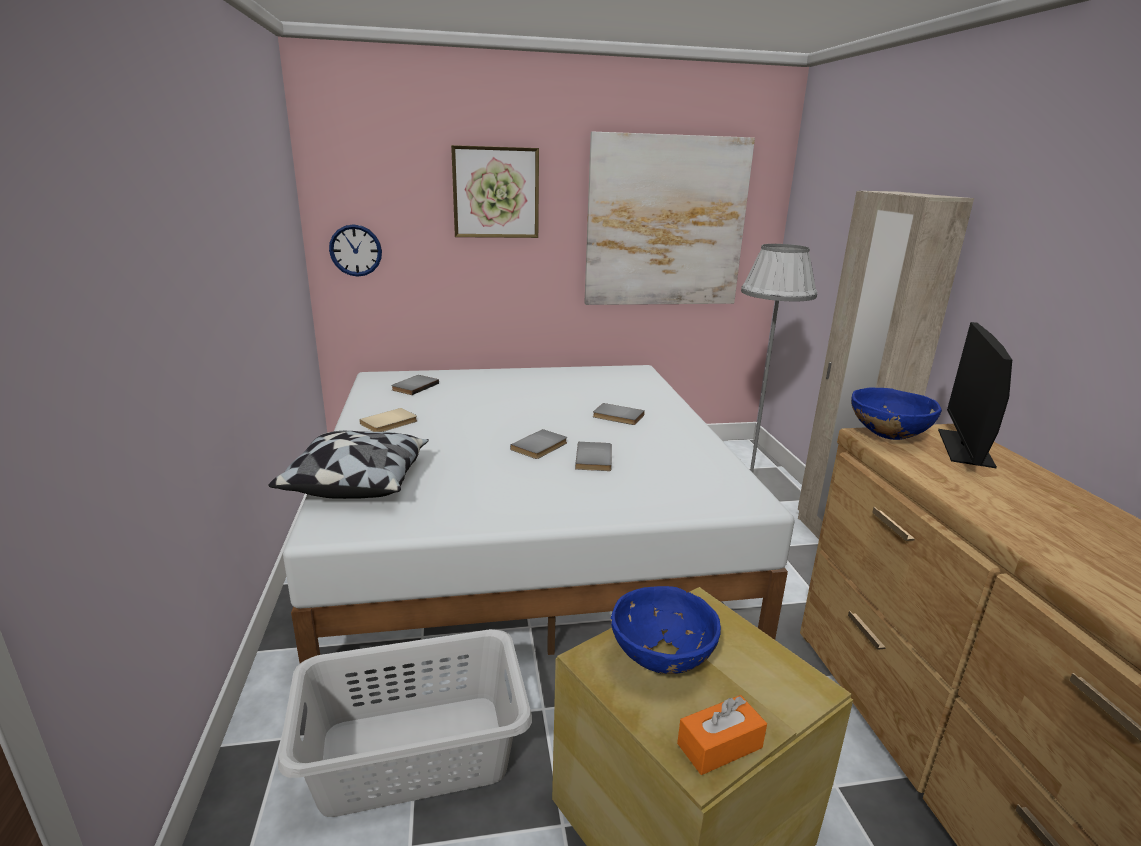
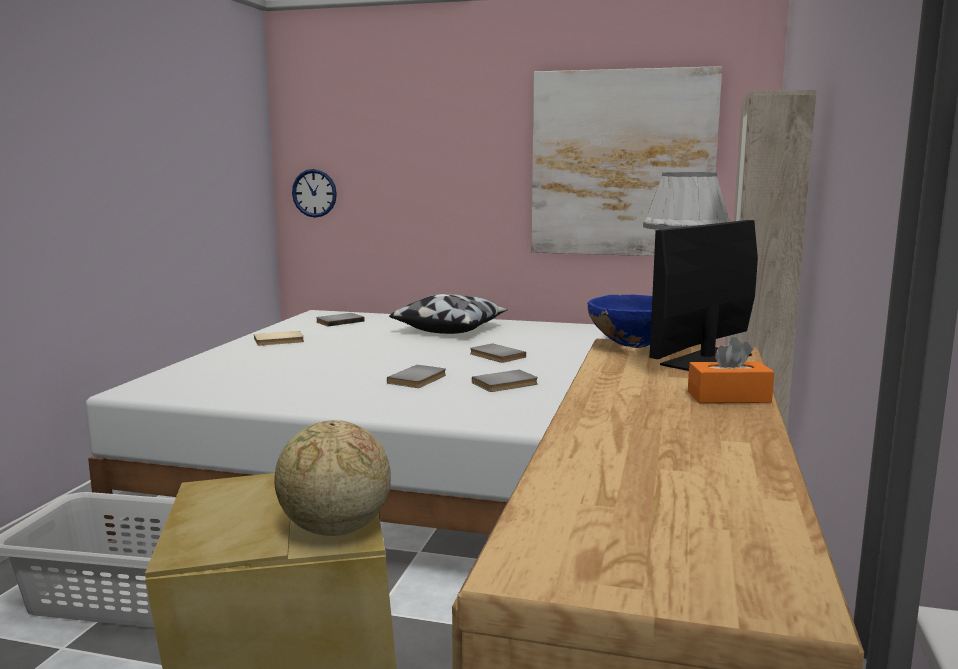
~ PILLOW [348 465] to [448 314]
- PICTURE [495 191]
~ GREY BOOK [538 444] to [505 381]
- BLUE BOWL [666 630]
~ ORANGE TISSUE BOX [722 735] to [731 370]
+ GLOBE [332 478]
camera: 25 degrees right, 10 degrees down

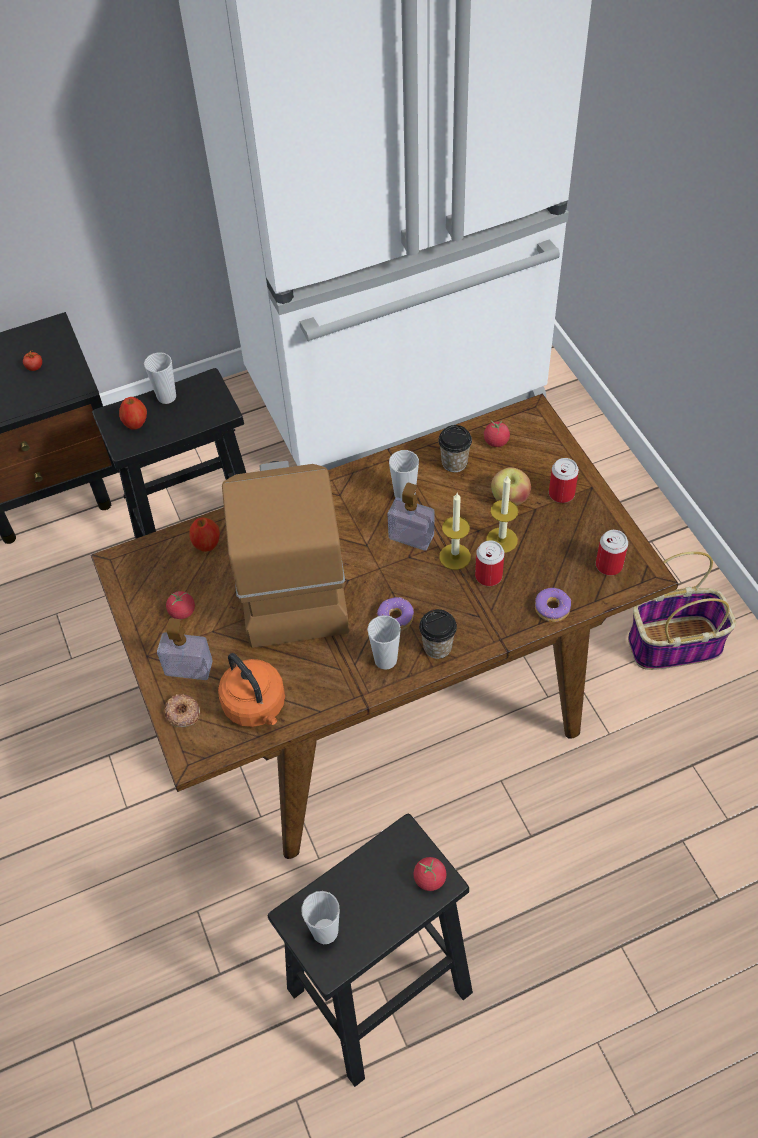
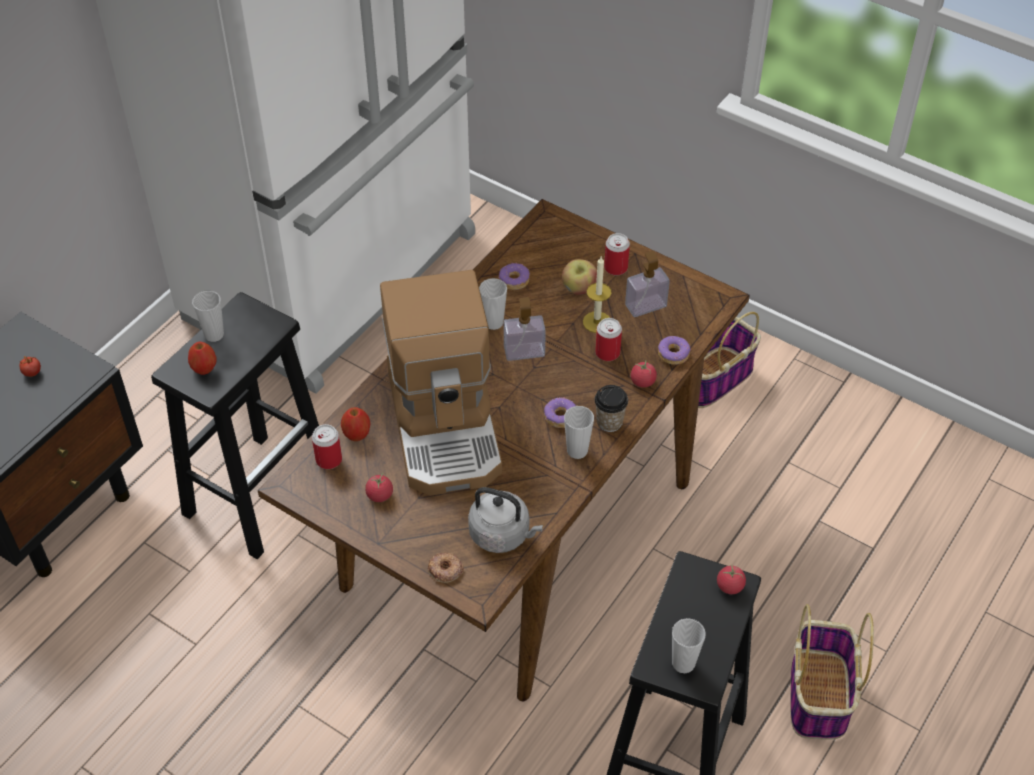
~ SOAP DISPENSER [185 649] to [647 284]
~ ORANGE KETTLE [251 690] to GREY KETTLE [505 520]
~ COFFEE MACHINE [285 554] = [441 383] 150 degrees counterclockwise
~ CUP [455 448] to DONUT [514 276]
- CANDLE [455 531]
~ TOMATO [497 433] to [644 373]
~ CAN [612 553] to [327 446]
+ BASKET [832 672]
camera: 35 degrees left, 5 degrees down

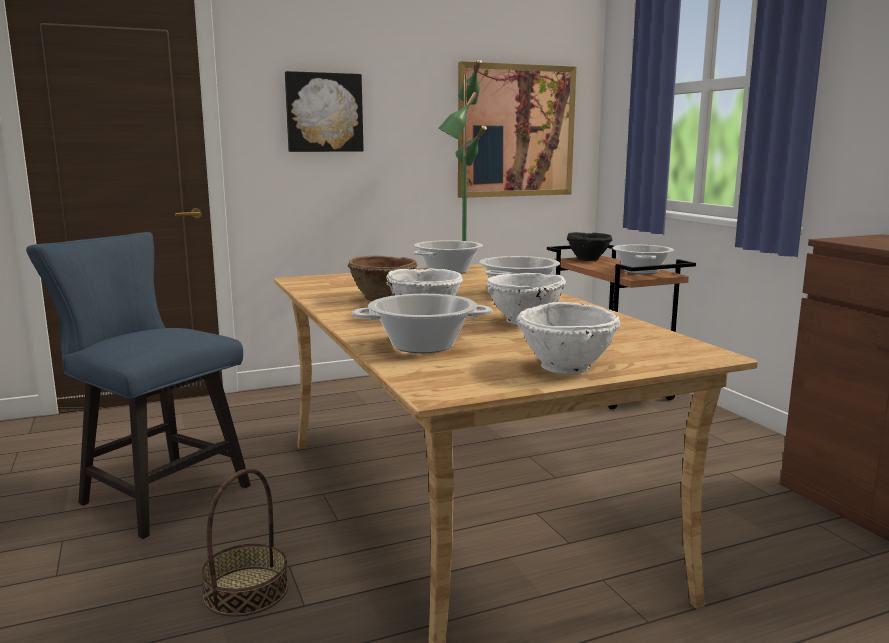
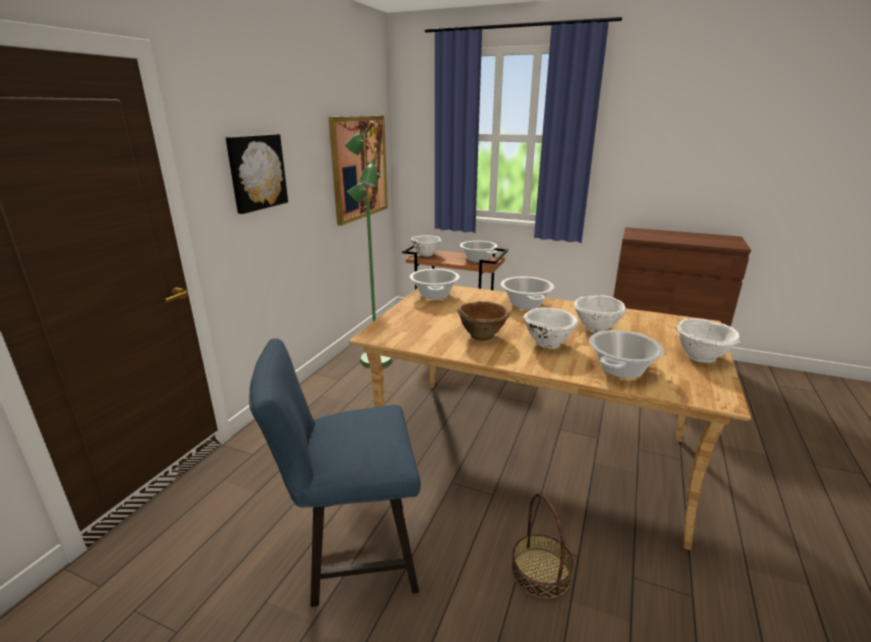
~ BLACK BOWL [589 246] to WHITE BOWL [426 245]
camera: 45 degrees left, 10 degrees up

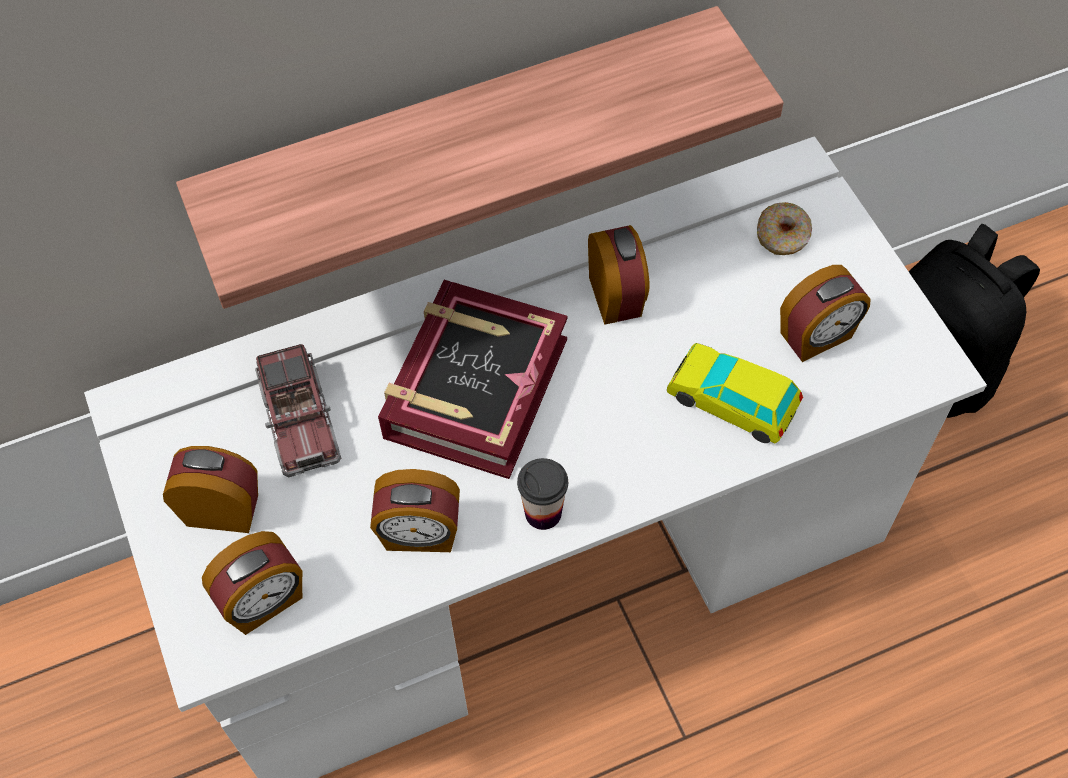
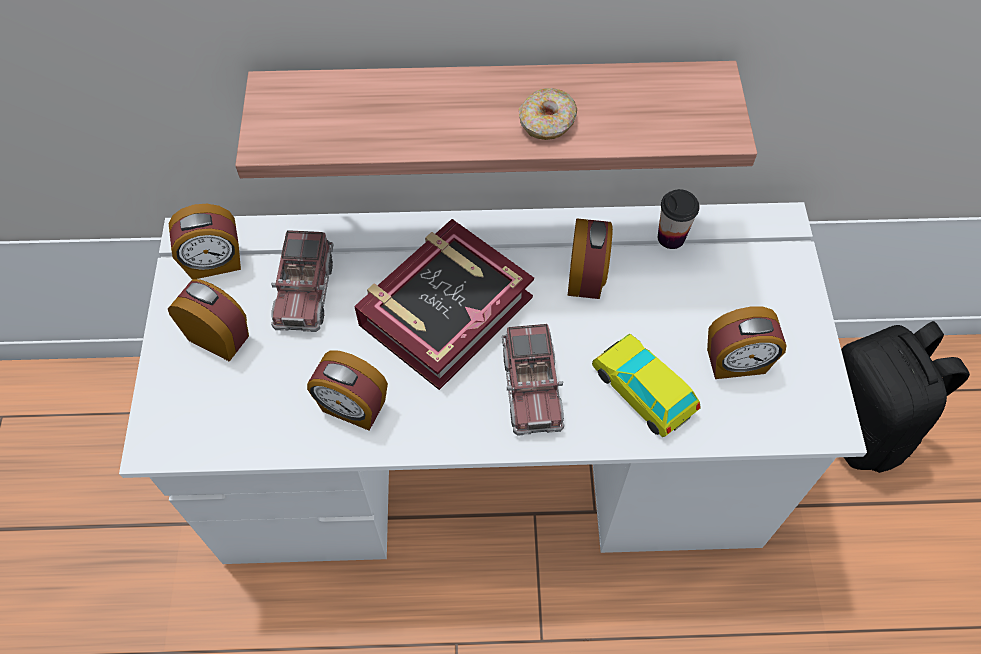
~ ALARM CLOCK [252 583] to [205 241]
~ CUP [542 494] to [679 219]
~ DONUT [784 228] to [548 114]
+ TOY TRUCK [533 380]
camera: 20 degrees right, 0 degrees up

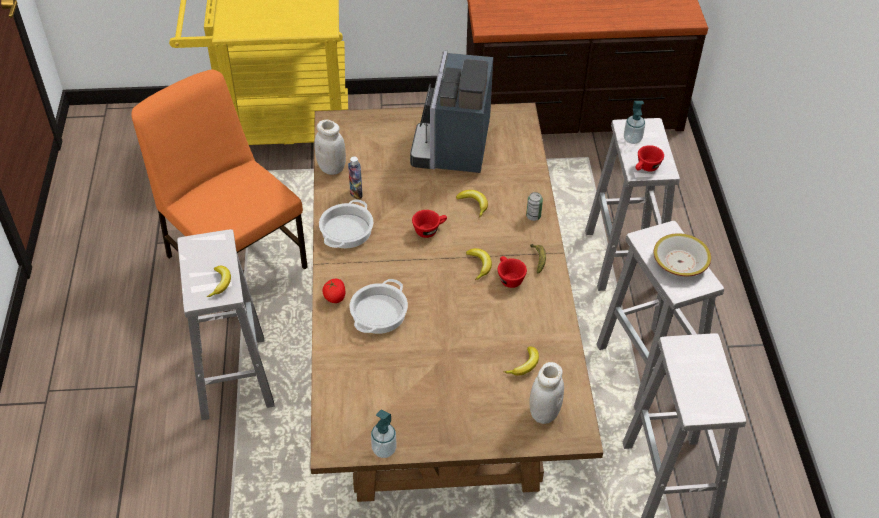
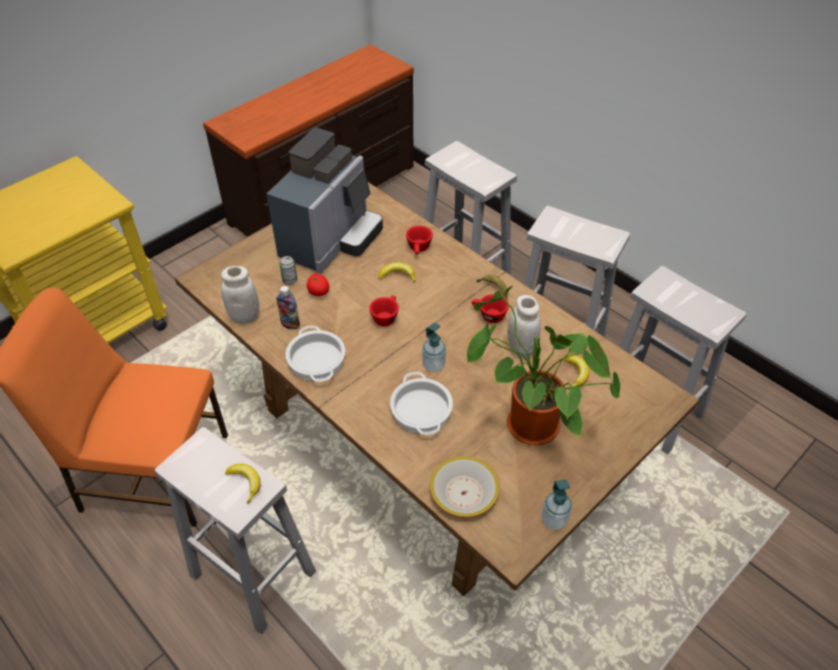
~ TOMATO [333 291] to [318 284]
~ COFFEE MACHINE [451 111] = [325 200] 120 degrees counterclockwise
- BANANA [479 264]
~ CAN [534 206] to [288 270]
~ WHITE JAR [546 393] to [524 326]
~ SOAP DISPENSER [634 122] to [434 347]
~ RED CUP [650 158] to [419 239]
~ BOWL [682 254] to [464 487]
+ POTTED PLANT [543 365]
camera: 40 degrees left, 0 degrees up

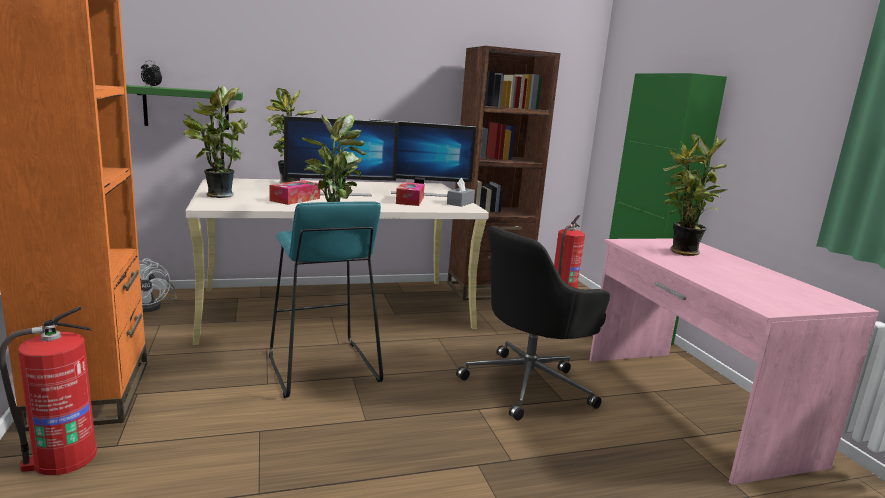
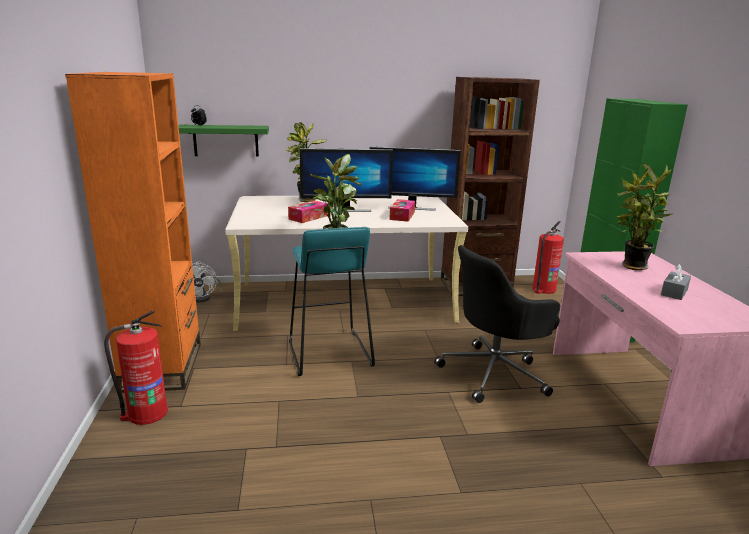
- POTTED PLANT [215 141]
~ GREY TISSUE BOX [461 192] to [676 282]
camera: 10 degrees right, 5 degrees up

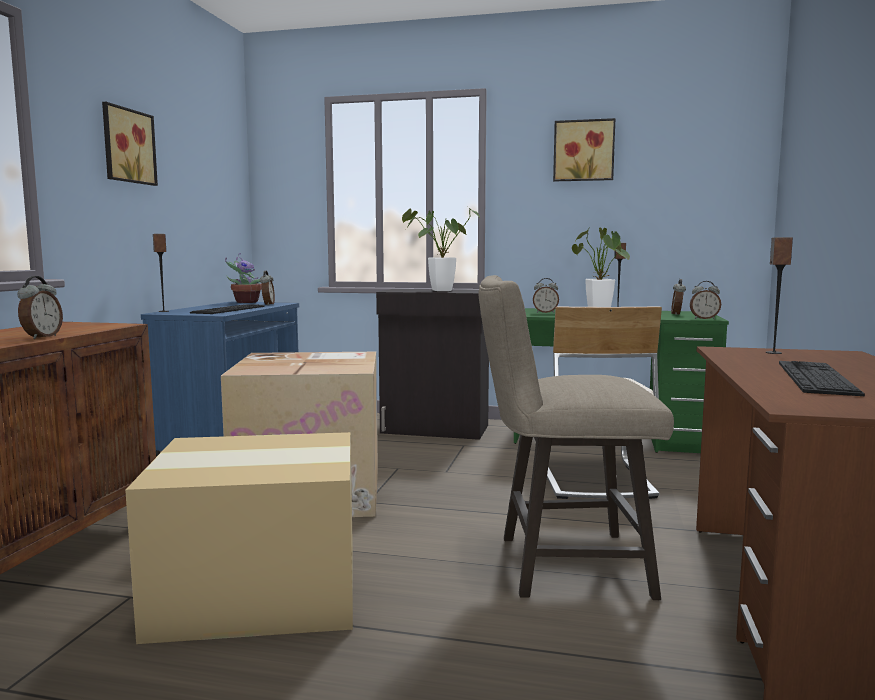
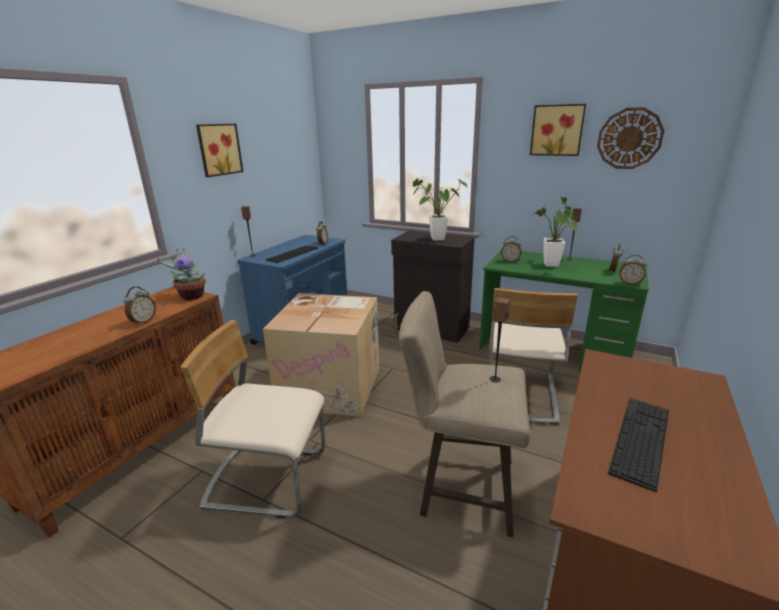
~ CARDBOARD BOX [239 538] to BEIGE CHAIR [253 419]
~ POTTED PLANT [243 278] to [181 273]
~ SPEAKER [779 295] to [499 340]
+ WALL CLOCK [631 138]
camera: 15 degrees right, 15 degrees up

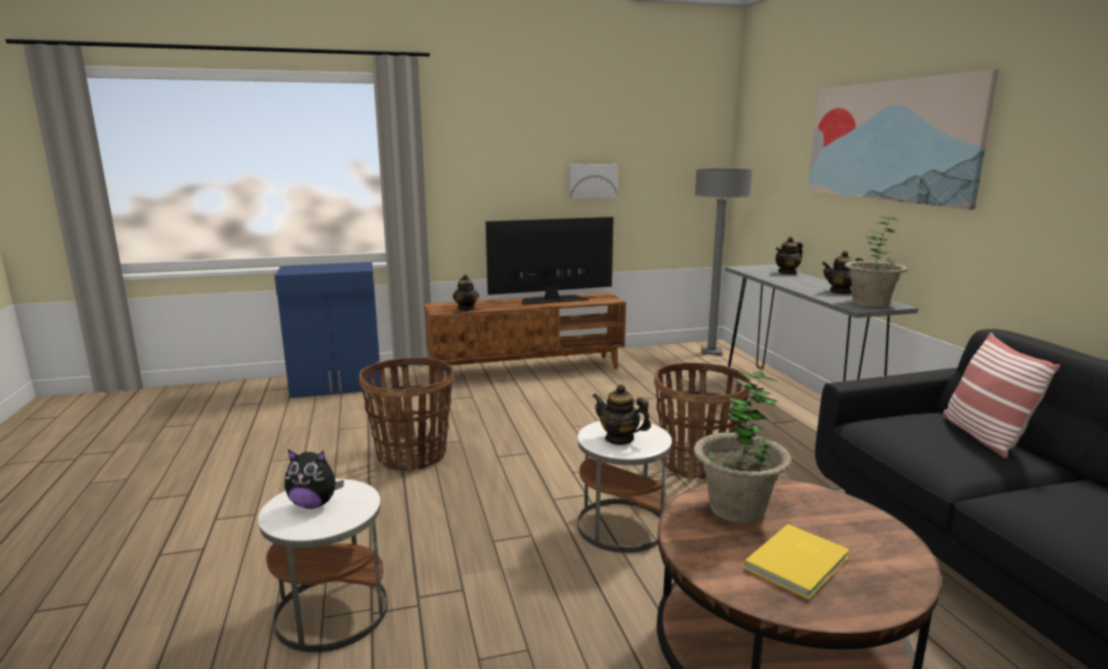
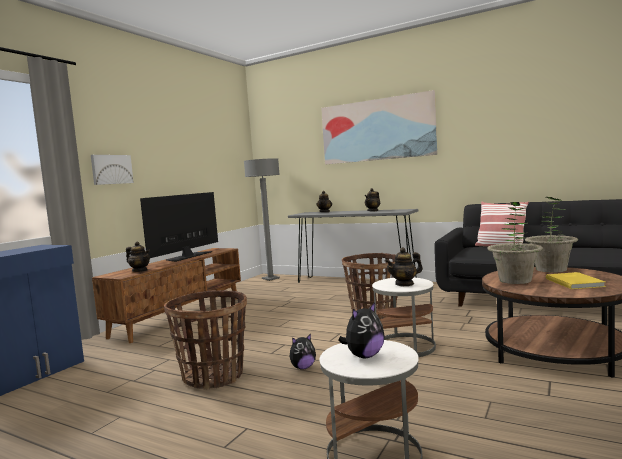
~ PICTURE [593 181] to [112 170]
~ POTTED PLANT [876 260] to [551 235]
+ PLUSH TOY [303 352]
camera: 45 degrees left, 10 degrees down

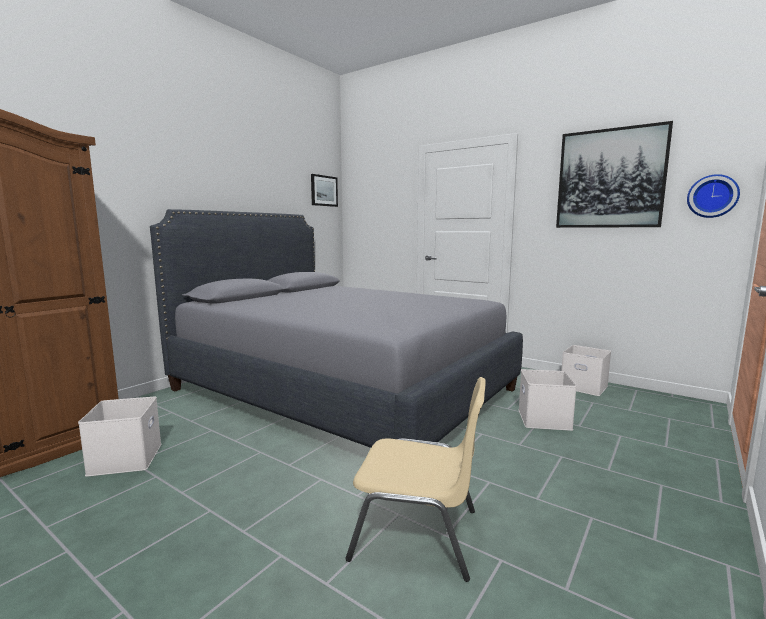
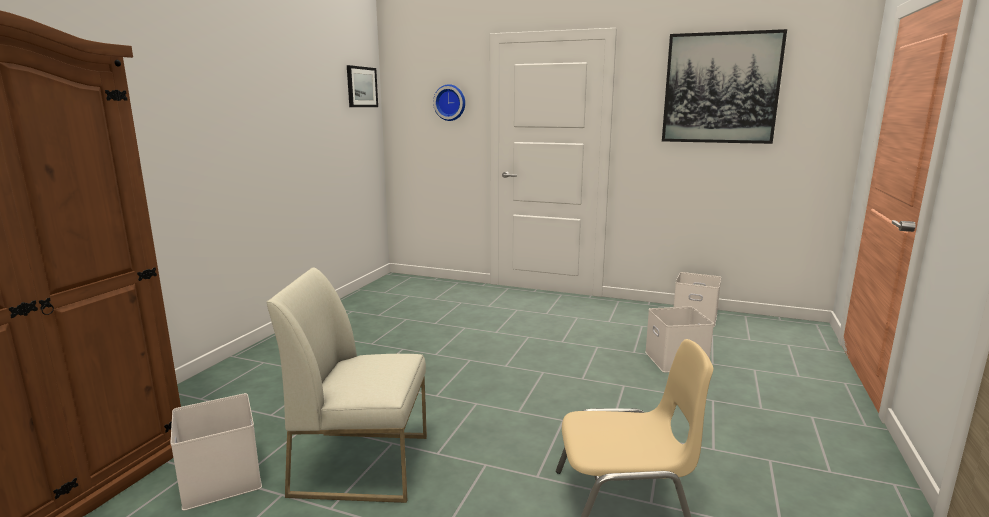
- GREY BED [336 328]
~ WALL CLOCK [713 196] to [449 102]
+ WHITE CHAIR [347 385]
camera: 15 degrees left, 5 degrees up

